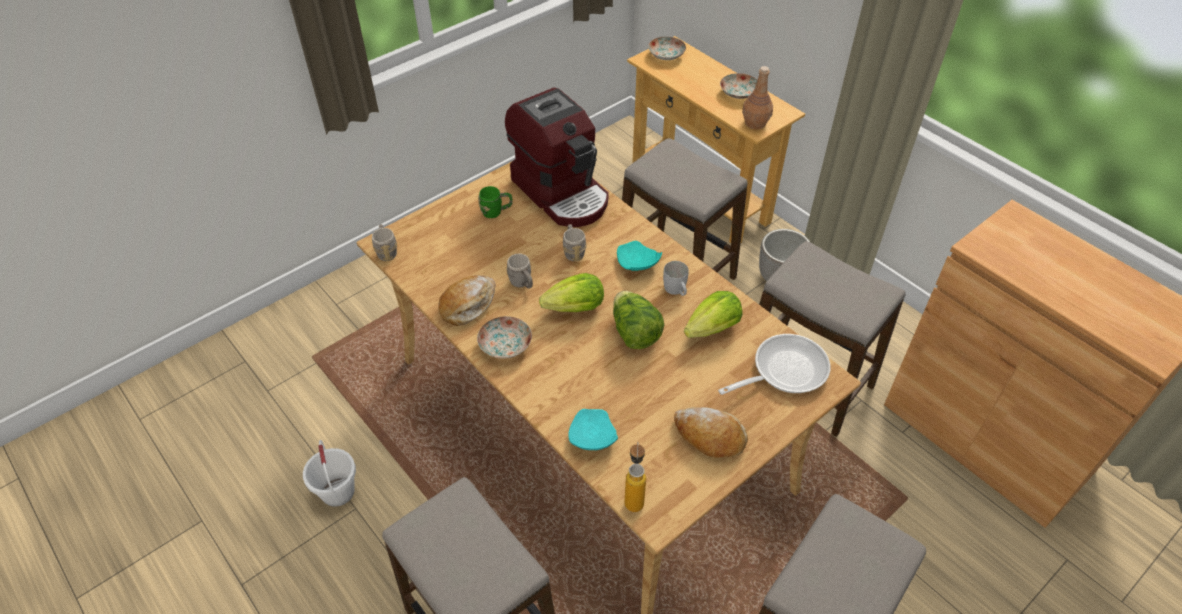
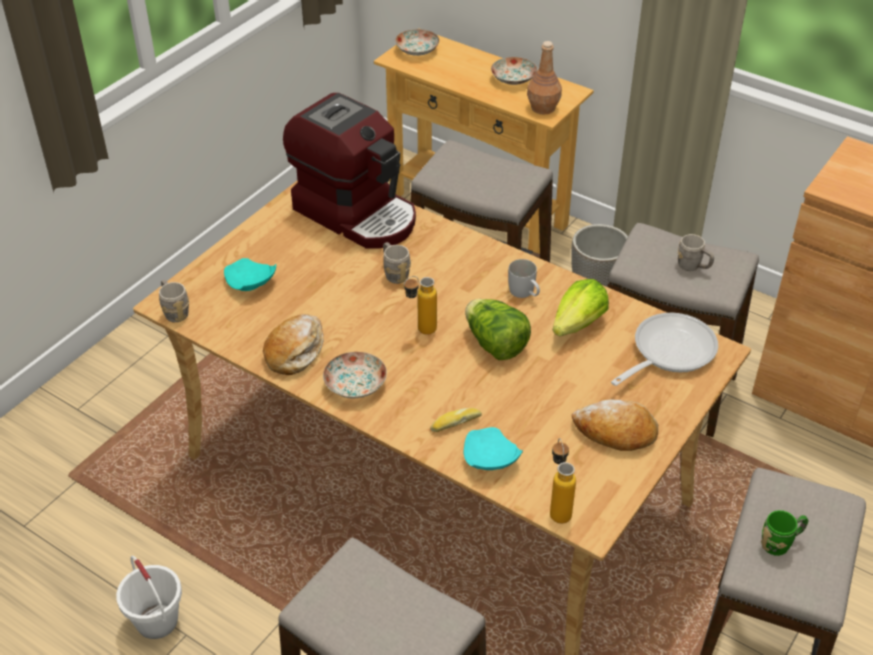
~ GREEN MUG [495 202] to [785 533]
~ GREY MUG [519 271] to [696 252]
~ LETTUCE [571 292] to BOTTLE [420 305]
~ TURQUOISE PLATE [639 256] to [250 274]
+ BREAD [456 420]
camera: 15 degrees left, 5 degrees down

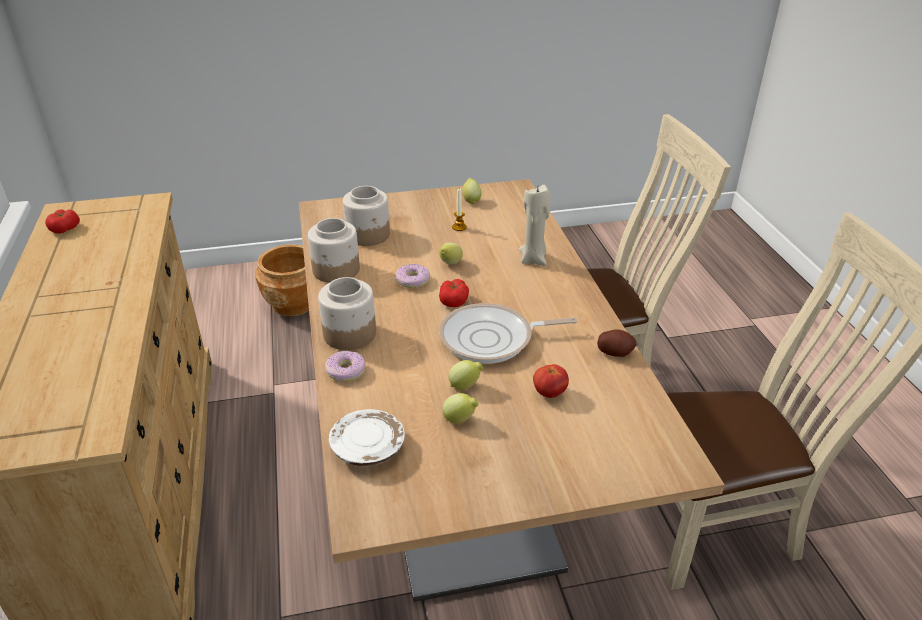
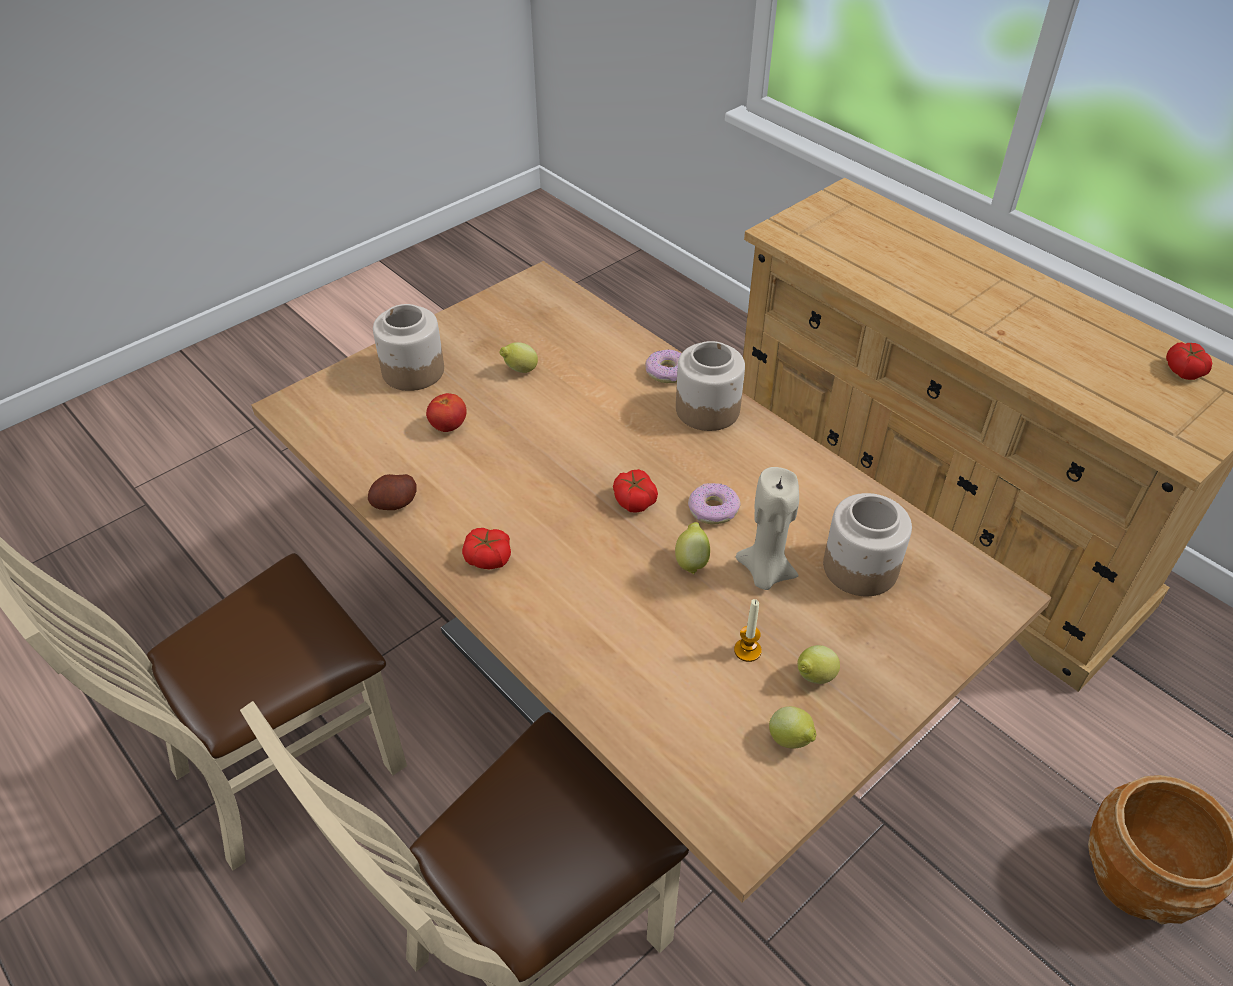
~ JAR [334 250] to [408 347]
- WHITE PLATE [367 437]
- FRYING PAN [508 333]
~ LEMON [465 375] to [818 664]
~ BEIGE CANDLE [534 225] to [767 528]
+ TOMATO [486 548]
camera: 150 degrees right, 10 degrees up

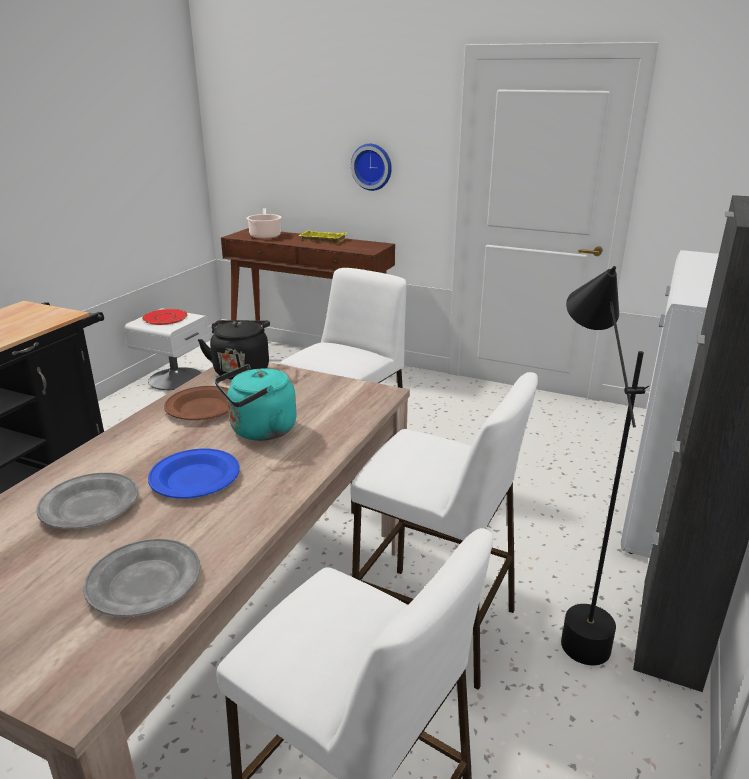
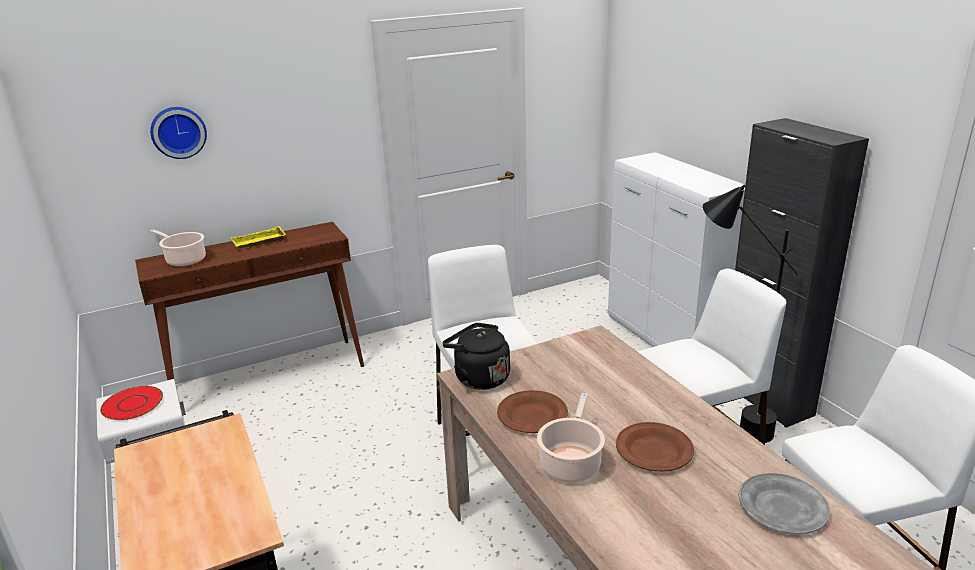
- GREY PLATE [87 500]
~ BLUE PLATE [194 474] to BROWN PLATE [655 447]
- TURQUOISE KETTLE [256 402]
~ WALL CLOCK [371 167] to [178 133]
+ COOKING POT [571 438]
camera: 50 degrees left, 0 degrees up

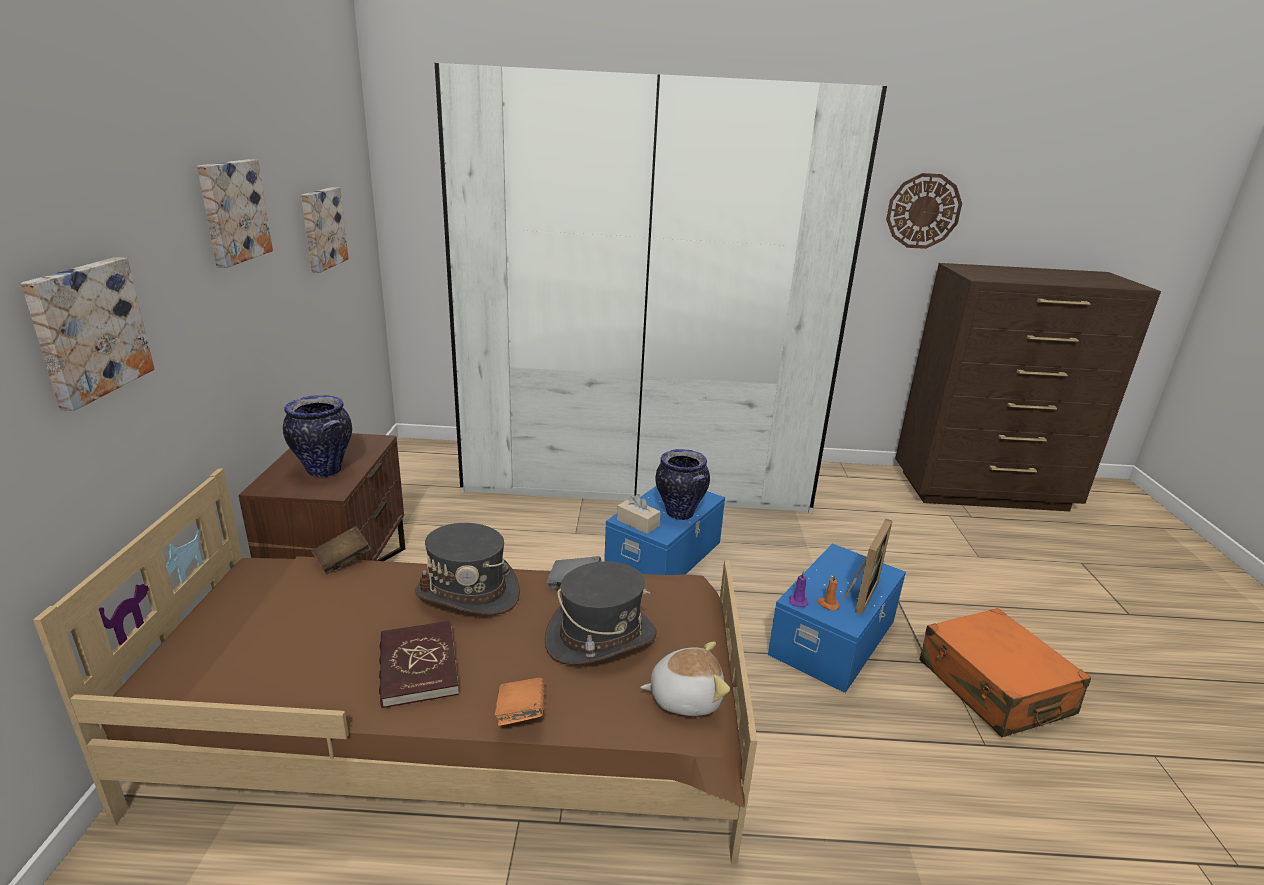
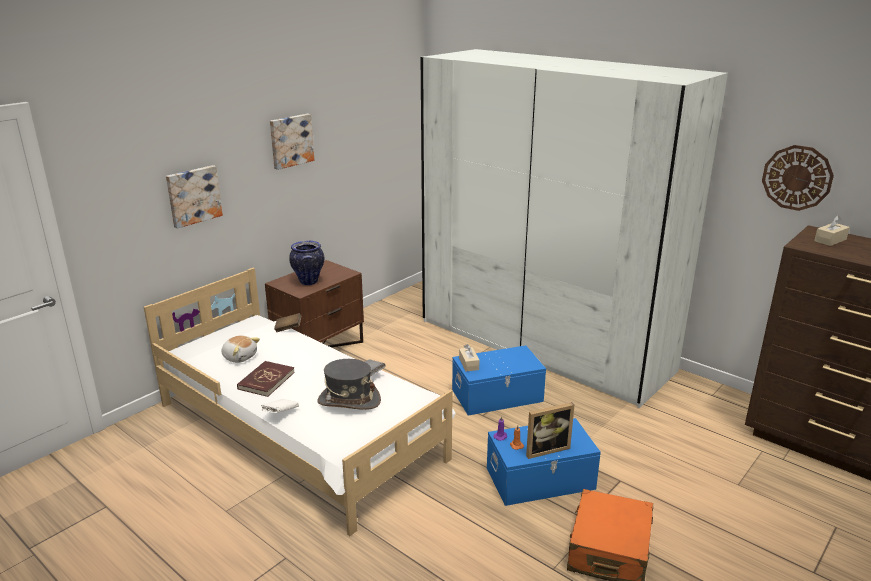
~ BROWN BED [395 666] to WHITE BED [300 402]
- PICTURE [325 230]
- GREY HAT [467 569]
~ ORANGE BOOK [520 702] to WHITE BOOK [280 406]
~ PLUSH TOY [685 678] to [240 349]
- VASE [683 484]
+ BEIGE TISSUE BOX [832 230]
camera: 40 degrees right, 0 degrees up

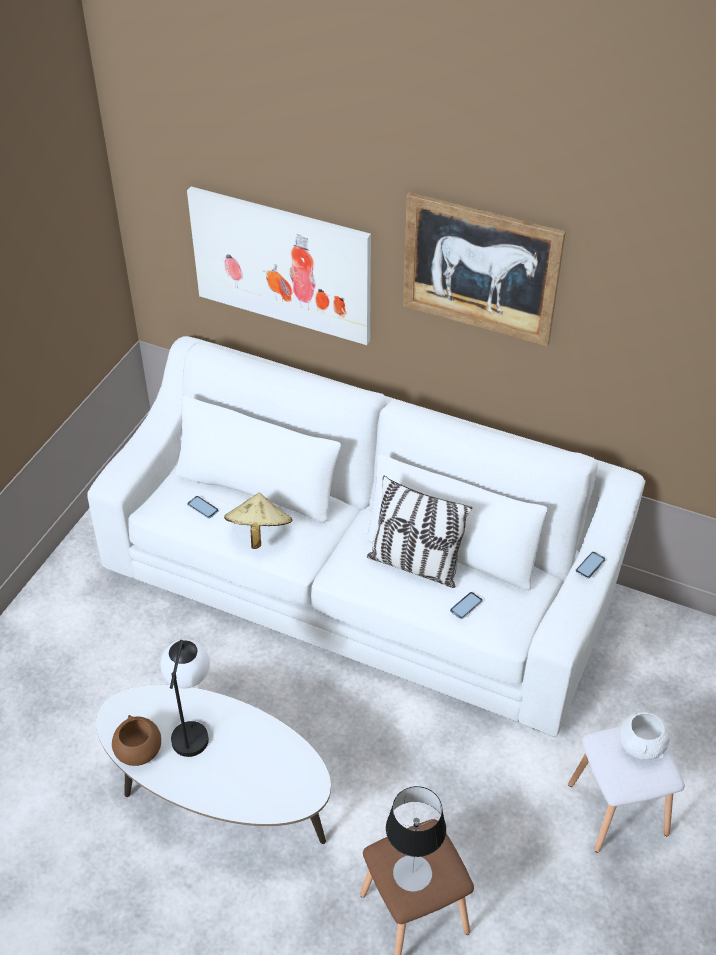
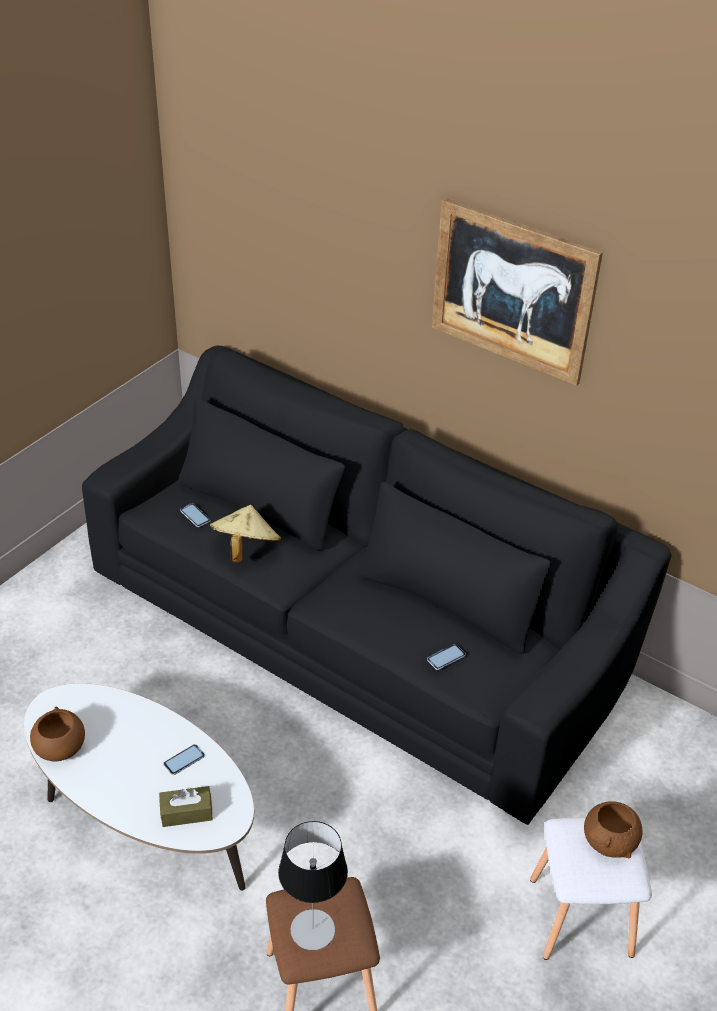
~ WHITE SOFA [366 536] to BLACK SOFA [377 585]
- TABLE LAMP [185 698]
- PICTURE [279 265]
- PILLOW [419 532]
~ PHONE [590 565] to [184 759]
~ WHITE BOWL [644 736] to BROWN BOWL [613 829]
+ BROWN TISSUE BOX [186 806]
camera: 10 degrees right, 5 degrees down

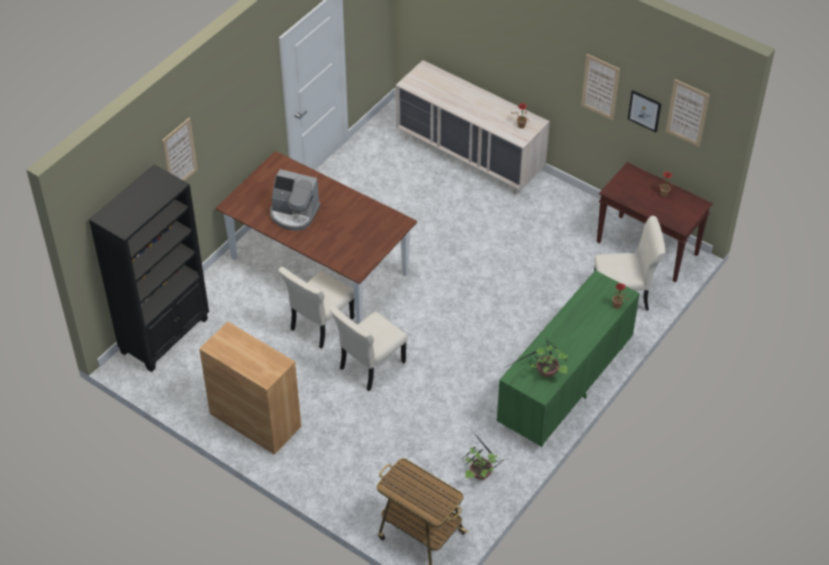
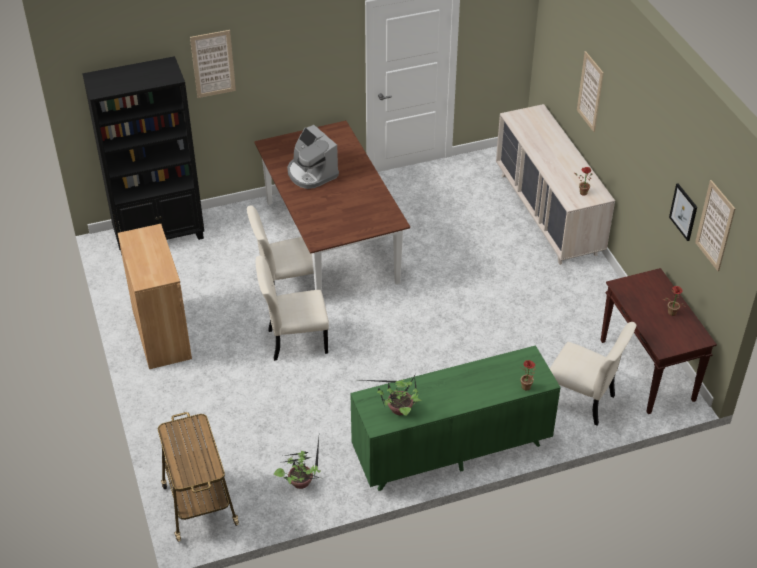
~ PICTURE [600 87] to [590 91]
camera: 35 degrees right, 5 degrees down

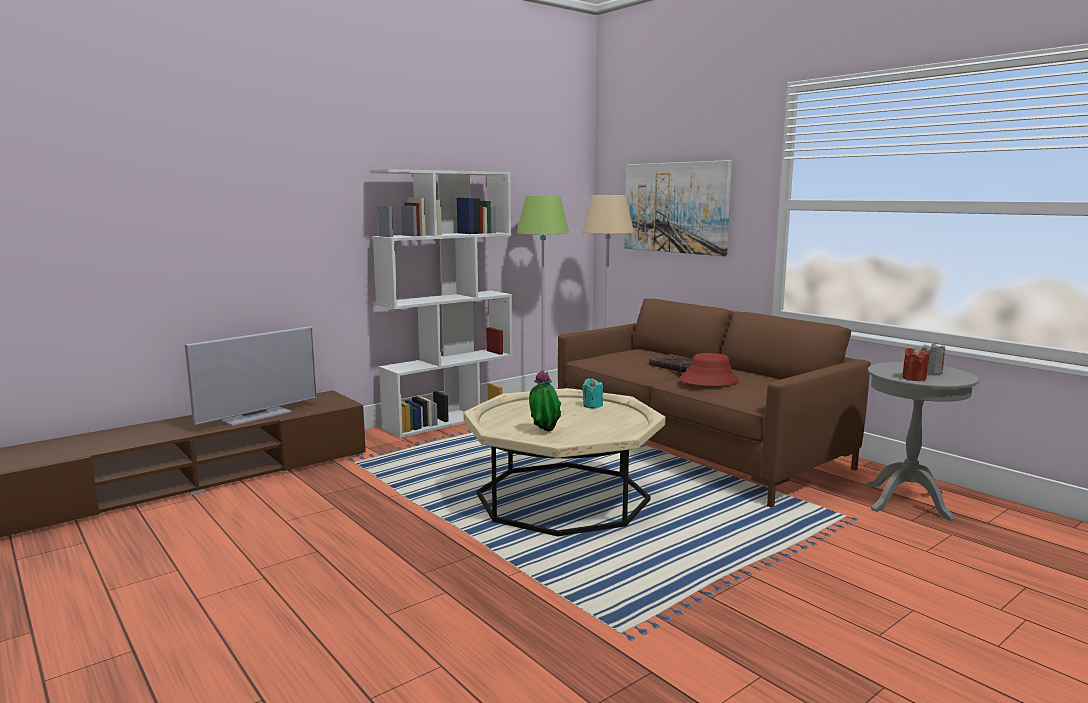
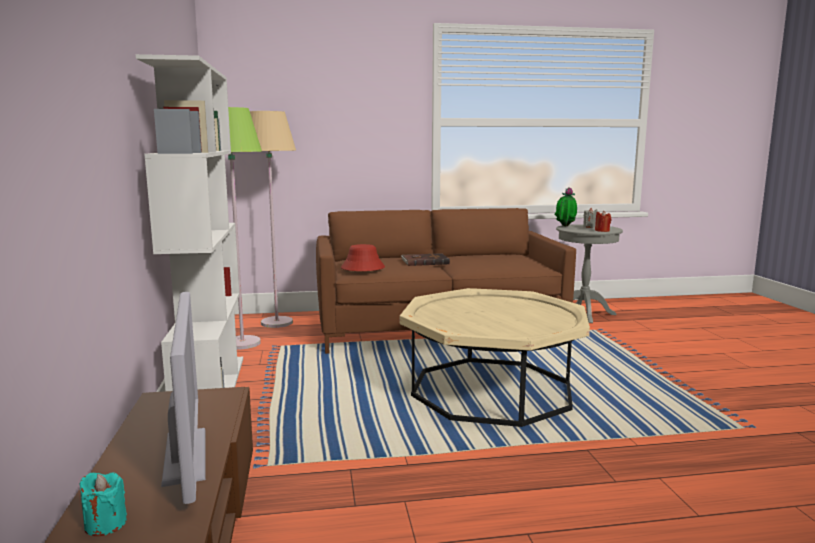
~ POTTED PLANT [545 401] to [565 206]
~ TURQUOISE CANDLE [592 393] to [103 504]
- PICTURE [678 208]
~ RED HAT [709 369] to [363 257]
camera: 60 degrees left, 0 degrees up

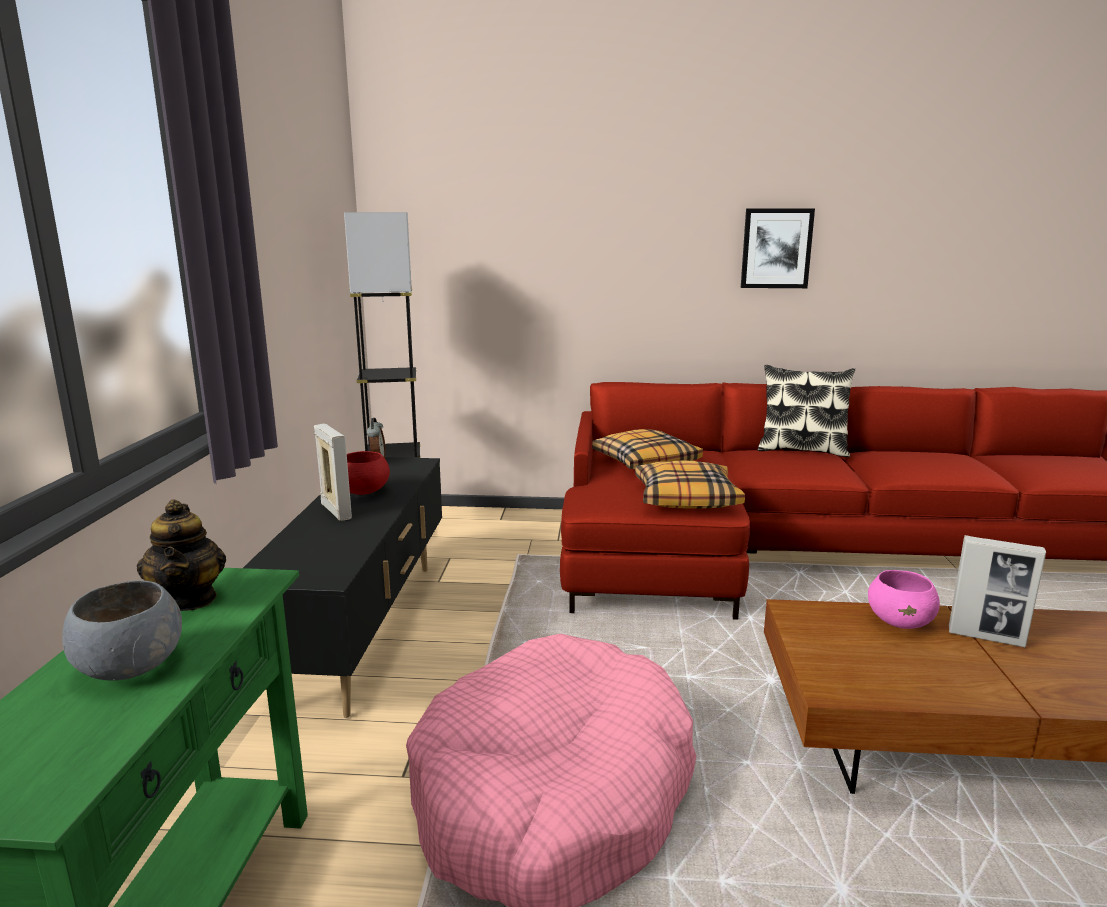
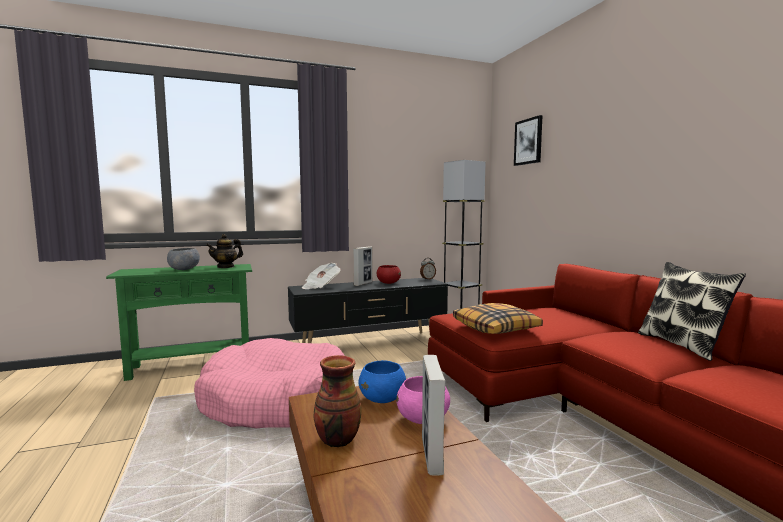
- PILLOW [647 449]
~ PICTURE [778 248] to [528 140]
+ NEWSPAPER [321 276]
+ VASE [337 401]
+ BLUE BOWL [382 381]
camera: 65 degrees right, 10 degrees down

